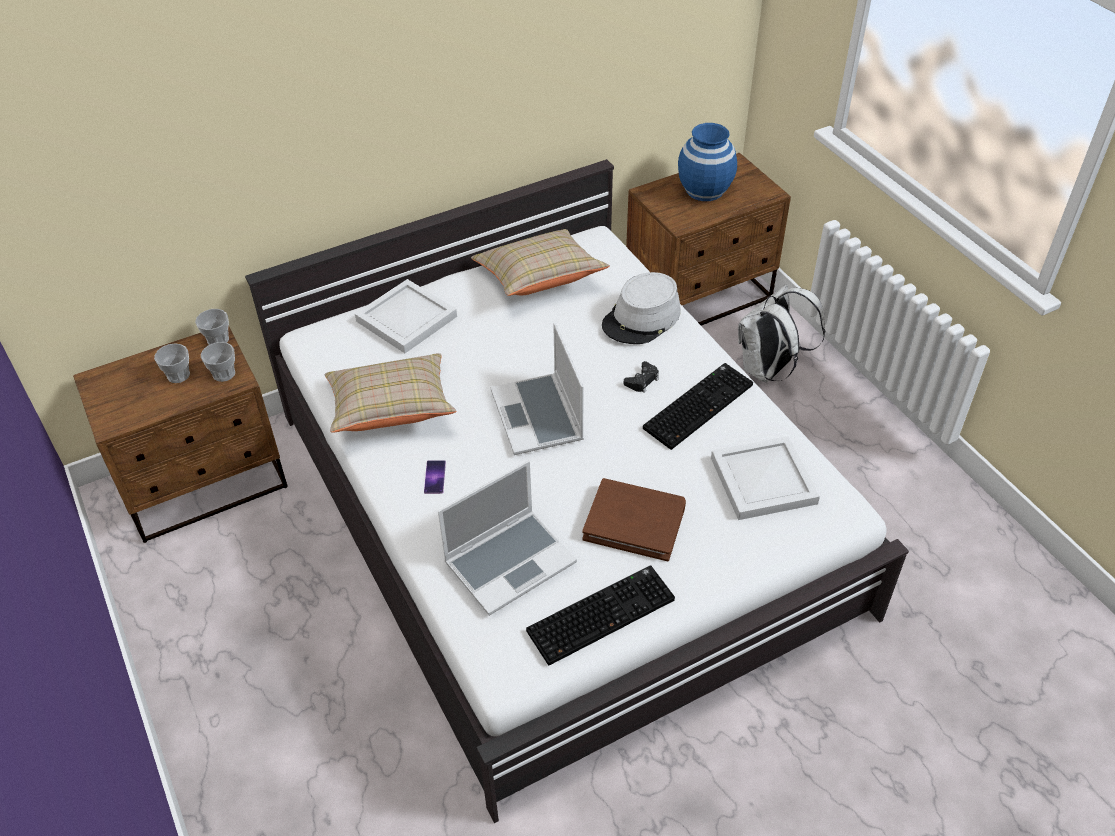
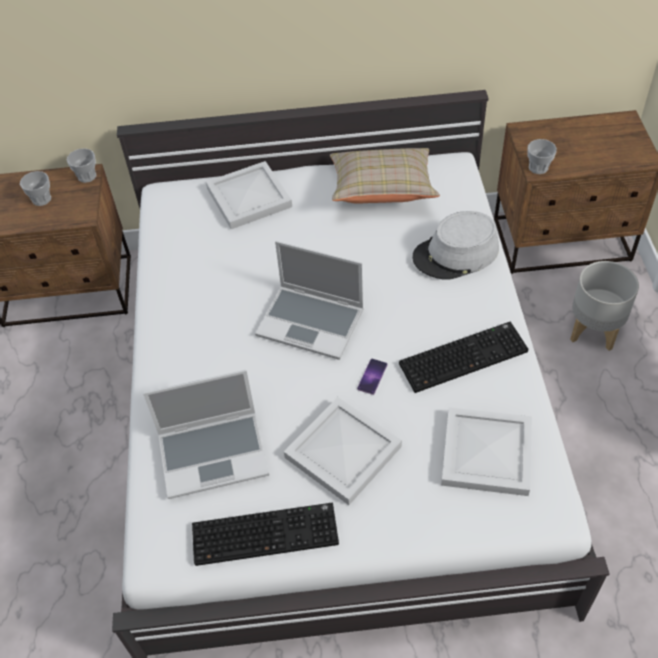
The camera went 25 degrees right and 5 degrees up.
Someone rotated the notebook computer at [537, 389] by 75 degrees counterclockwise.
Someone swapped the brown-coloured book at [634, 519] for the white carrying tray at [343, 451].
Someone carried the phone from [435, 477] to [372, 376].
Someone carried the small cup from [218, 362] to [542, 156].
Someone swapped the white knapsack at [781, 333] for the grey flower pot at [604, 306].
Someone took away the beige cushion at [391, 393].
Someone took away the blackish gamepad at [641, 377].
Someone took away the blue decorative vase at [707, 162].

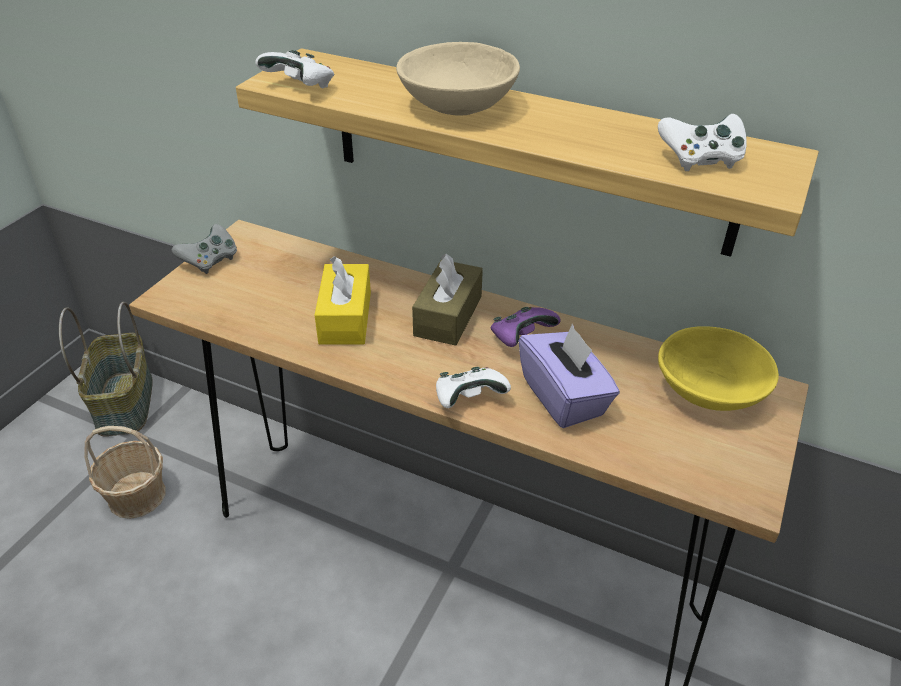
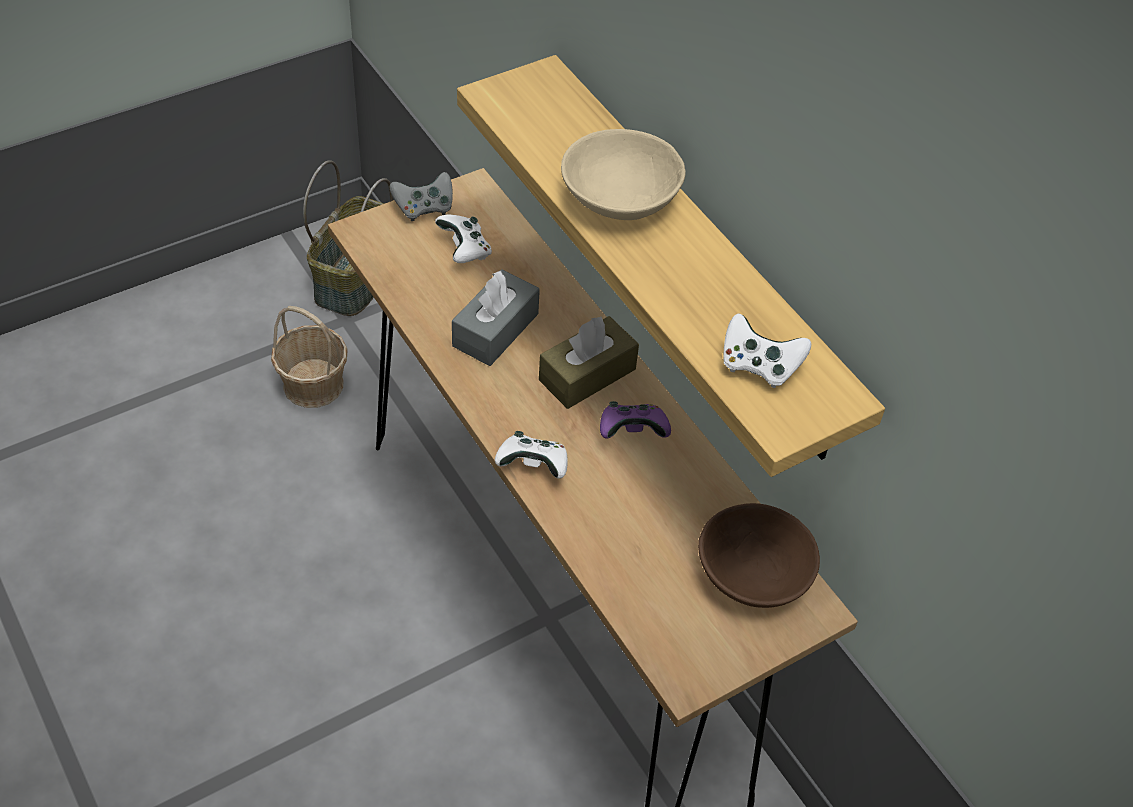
The camera went 30 degrees right and 10 degrees up.
Someone carried the white gamepad from [294, 69] to [463, 239].
Someone repainted the yellowish box of tissues at [343, 300], which became the grey box of tissues at [496, 317].
Someone repainted the yellowish bowl at [718, 368], which became the brown-coloured bowl at [759, 555].
Someone took away the purple box of tissues at [569, 376].

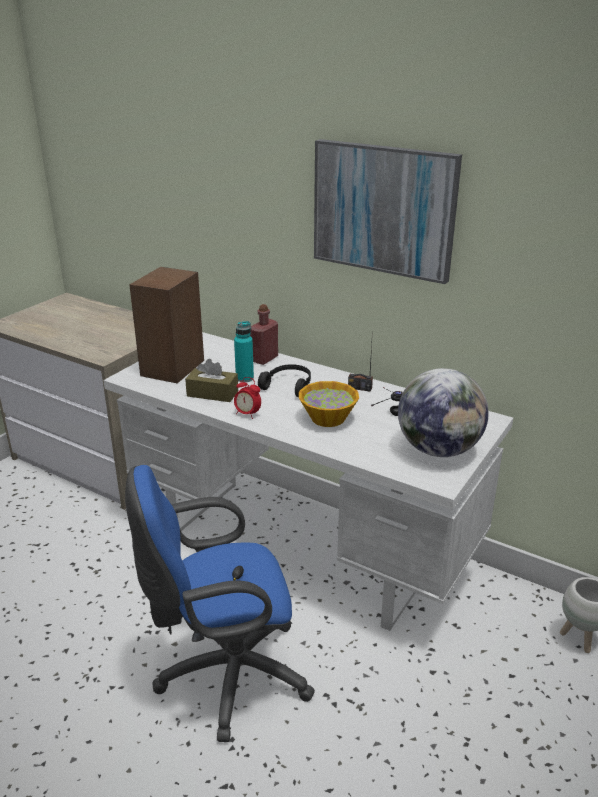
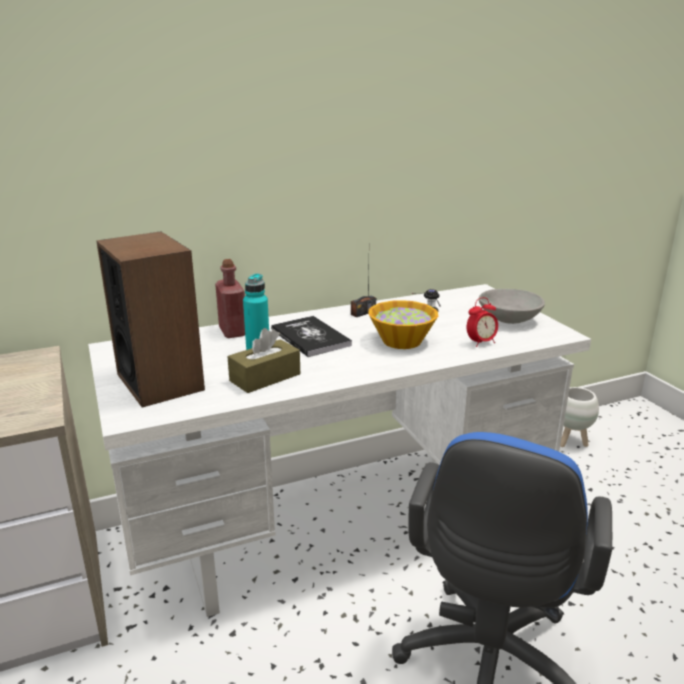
The camera went 55 degrees left and 5 degrees down.
Someone swapped the blackish pair of headphones at [284, 380] for the book at [311, 336].
Someone carried the bedside clock from [247, 398] to [482, 322].
Someone swapped the world globe at [443, 412] for the grey bowl at [512, 306].
Someone took away the wall art at [388, 211].

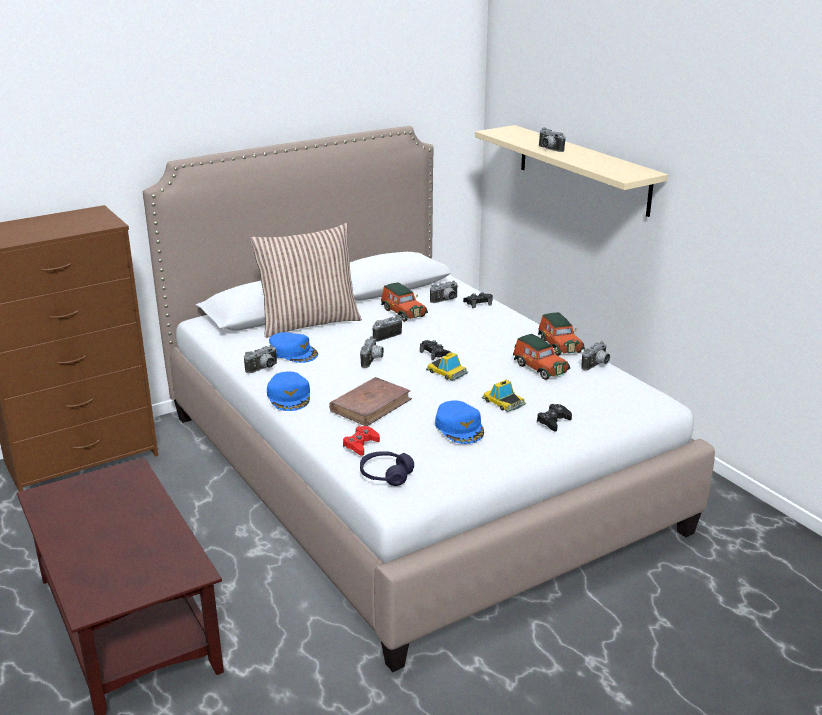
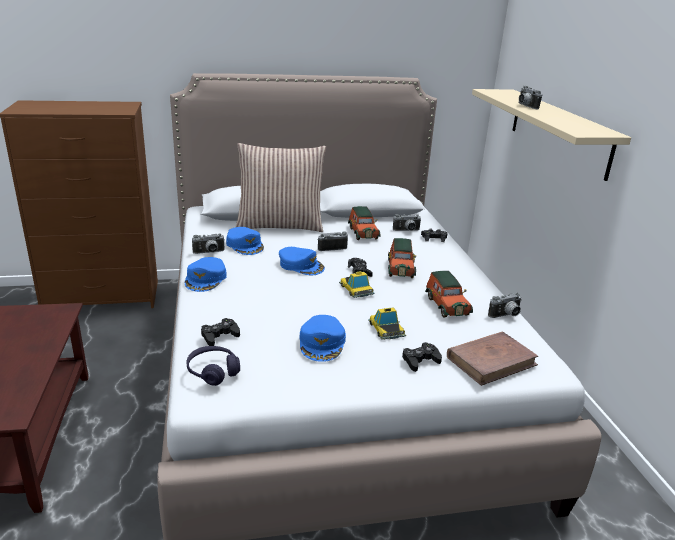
The camera went 20 degrees right and 0 degrees up.
Someone repainted the reddish gamepad at [361, 441], which became the blackish gamepad at [220, 332].
Someone swapped the still camera at [372, 352] for the blue baseball cap at [302, 261].
Someone carried the miniature car from [561, 334] to [402, 258].
Someone carried the brown-coloured book from [370, 401] to [492, 358].

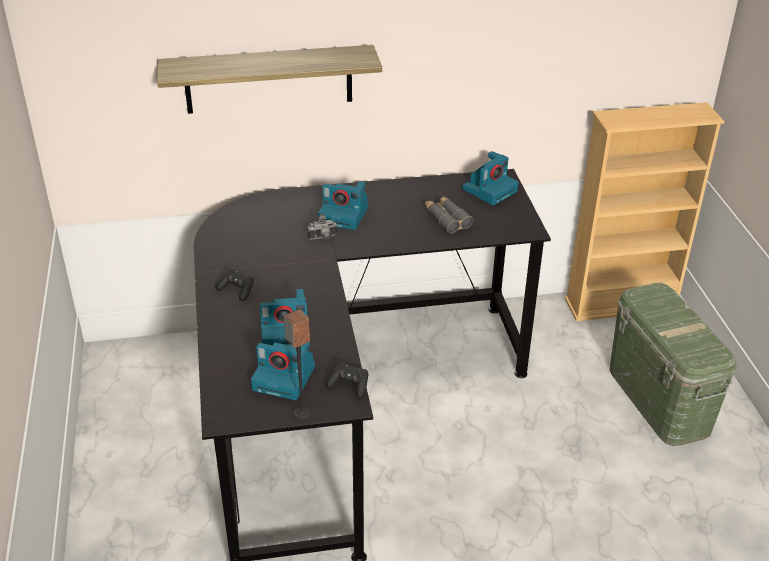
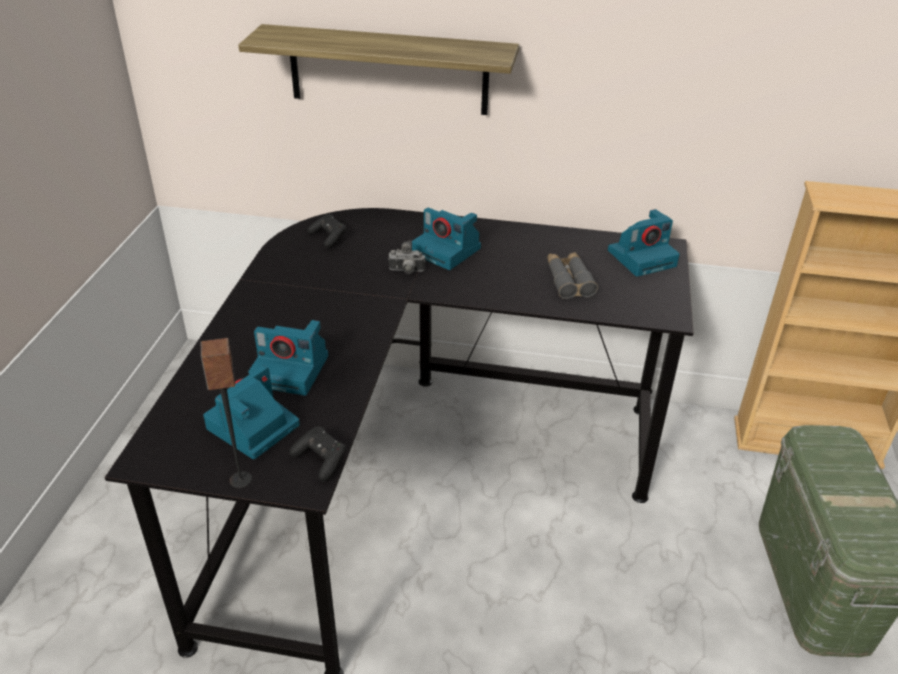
The camera went 20 degrees right and 0 degrees up.
Someone rotated the still camera at [283, 371] by 90 degrees clockwise.
Someone carried the blackish gamepad from [235, 285] to [327, 231].

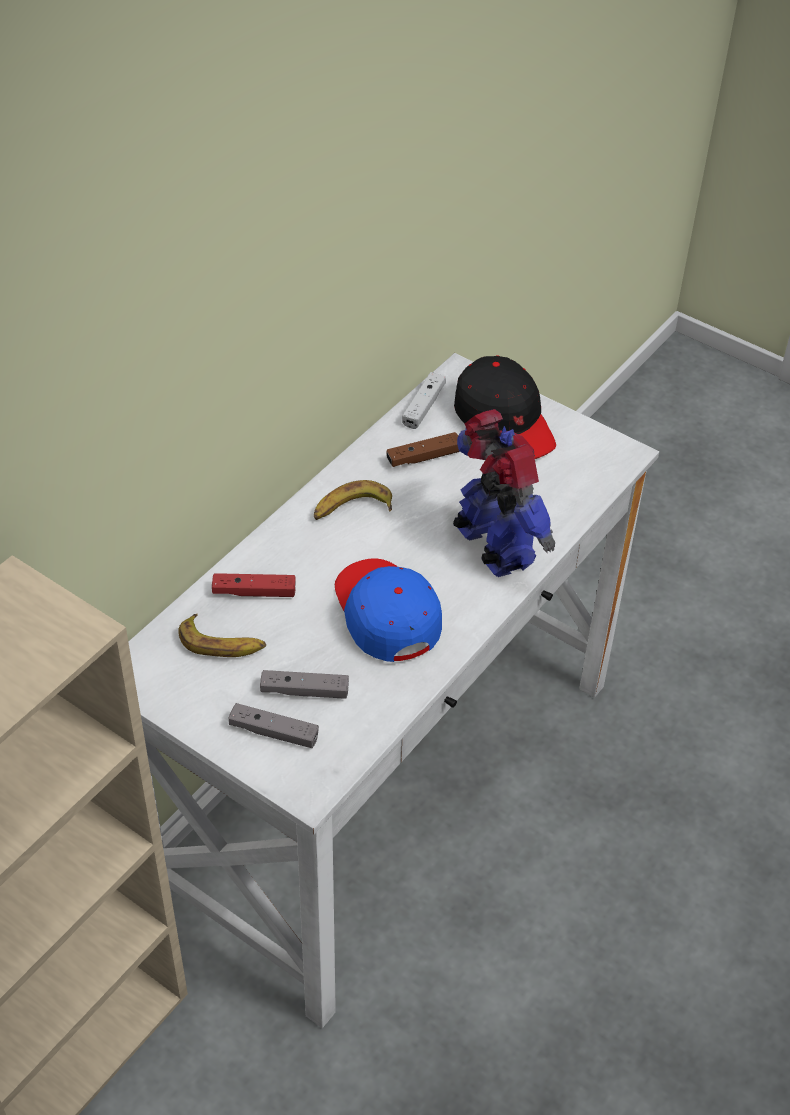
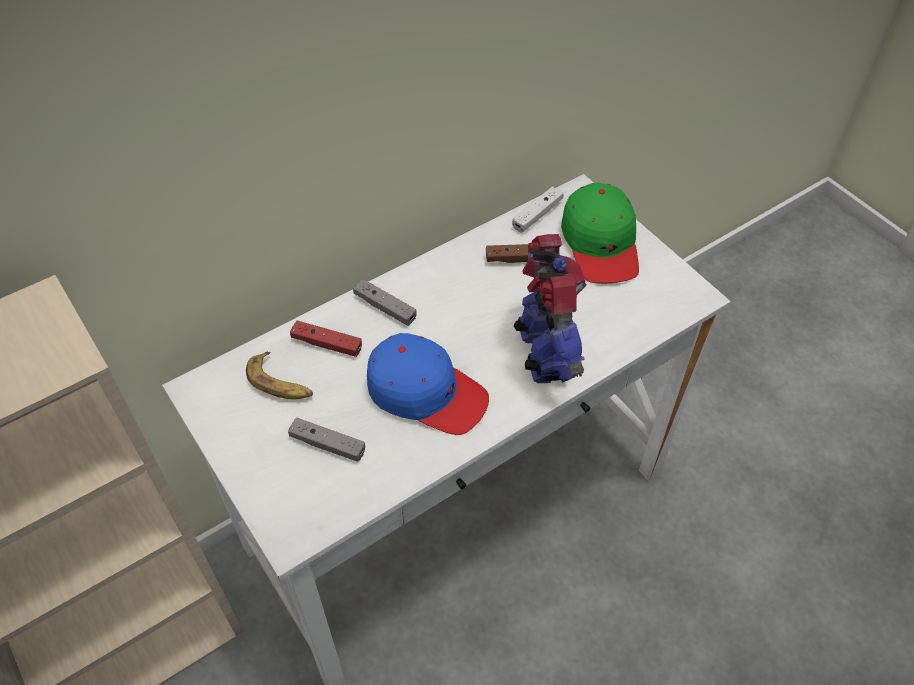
The camera went 20 degrees right and 5 degrees up.
Someone carried the grey gamepad from [274, 725] to [384, 302].
Someone rotated the blue baseball cap at [388, 610] by 120 degrees clockwise.
Someone repainted the blackish baseball cap at [505, 407], which became the greenish baseball cap at [600, 233].
Someone took away the banana at [353, 500].

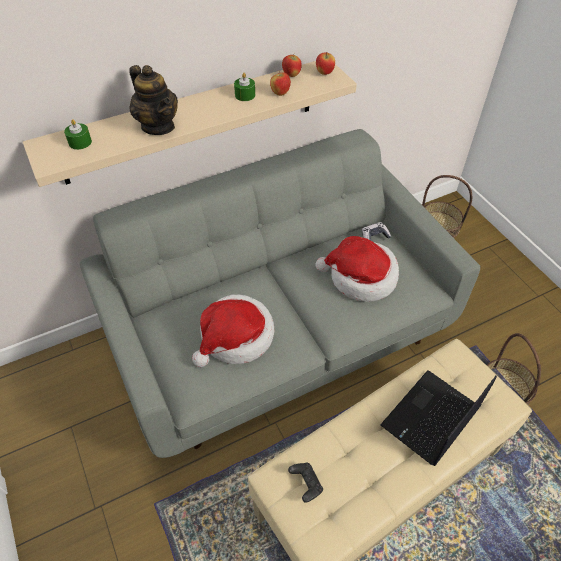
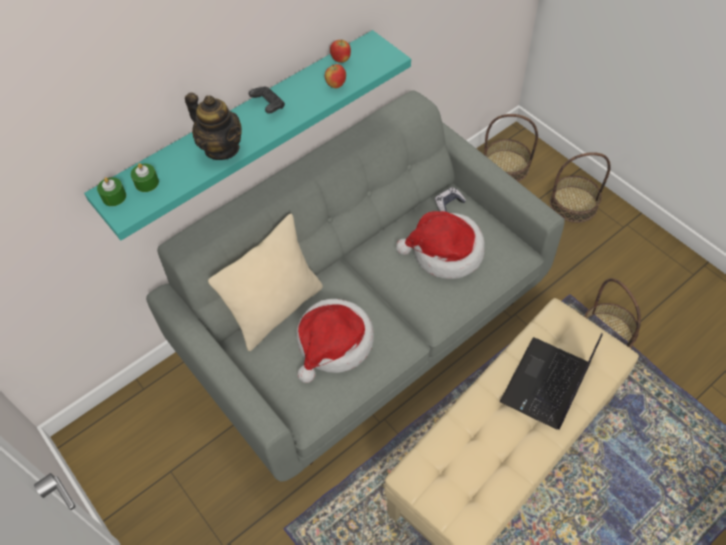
The camera went 10 degrees left and 5 degrees up.
Someone repainted the beige wall shelf at [190, 124], which became the turquoise-coloured wall shelf at [247, 135].
Someone carried the greenish wax candle from [244, 87] to [111, 191].
Someone put down the beige cushion at [265, 282].
Someone carried the blackish gamepad from [305, 482] to [267, 100].
Someone put down the household basket at [580, 187].
Someone took away the whole apple at [325, 63].

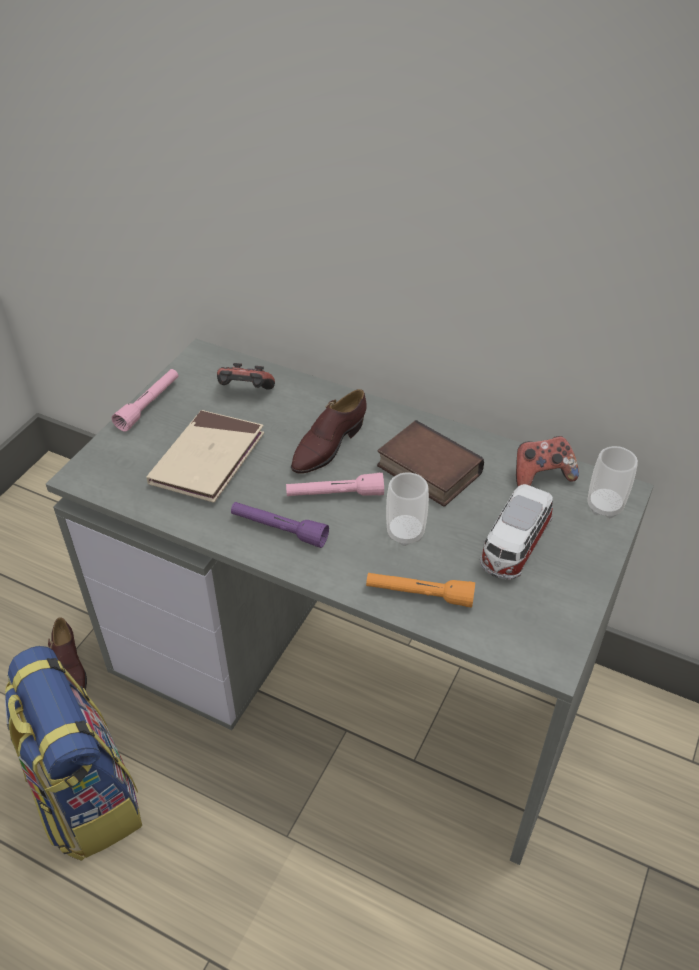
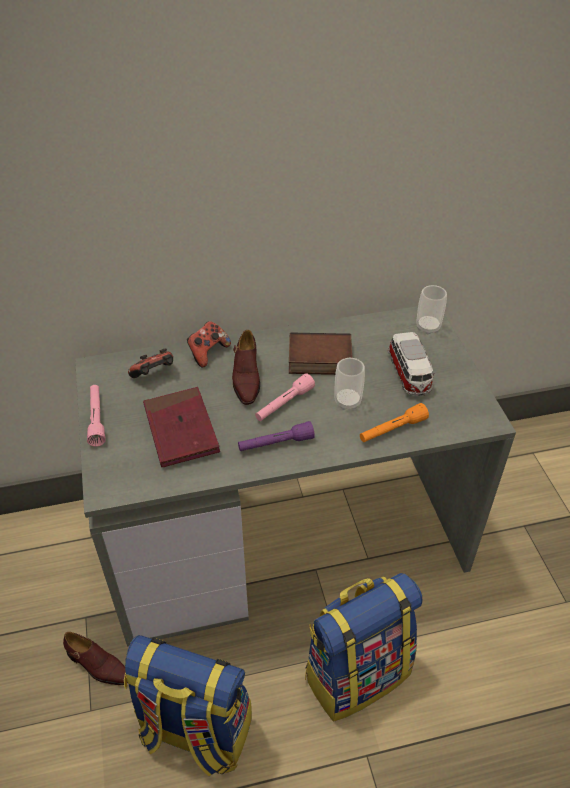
The camera went 40 degrees left and 0 degrees up.
Someone repainted the beige book at [205, 456], which became the reddish book at [181, 427].
Someone carried the gamepad from [547, 461] to [209, 344].
Someone put down the knapsack at [363, 647].

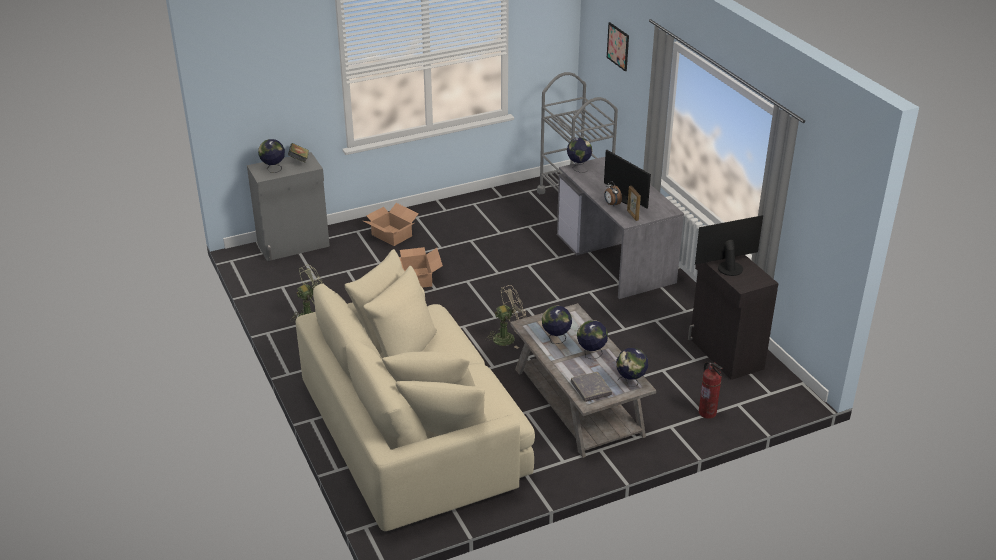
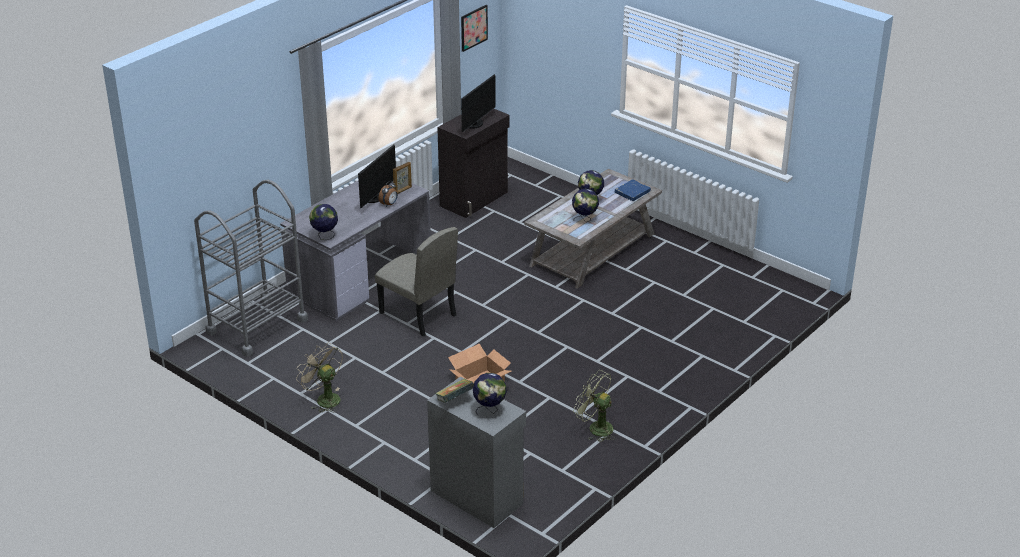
The camera went 115 degrees left and 0 degrees up.
Someone carried the beige electric fan from [505, 317] to [319, 377].
Someone put down the beige chair at [416, 281].
Someone carried the wall art from [618, 46] to [474, 28].
Someone rotated the computer display at [729, 245] by 105 degrees counterclockwise.
Someone repainted the grey book at [591, 387], which became the blue book at [633, 190].
Someone took away the beige couch at [415, 390].
Someone took away the packing box at [391, 224].
Someone took away the world globe at [632, 367].
Someone took away the fire extinguisher at [711, 390].

